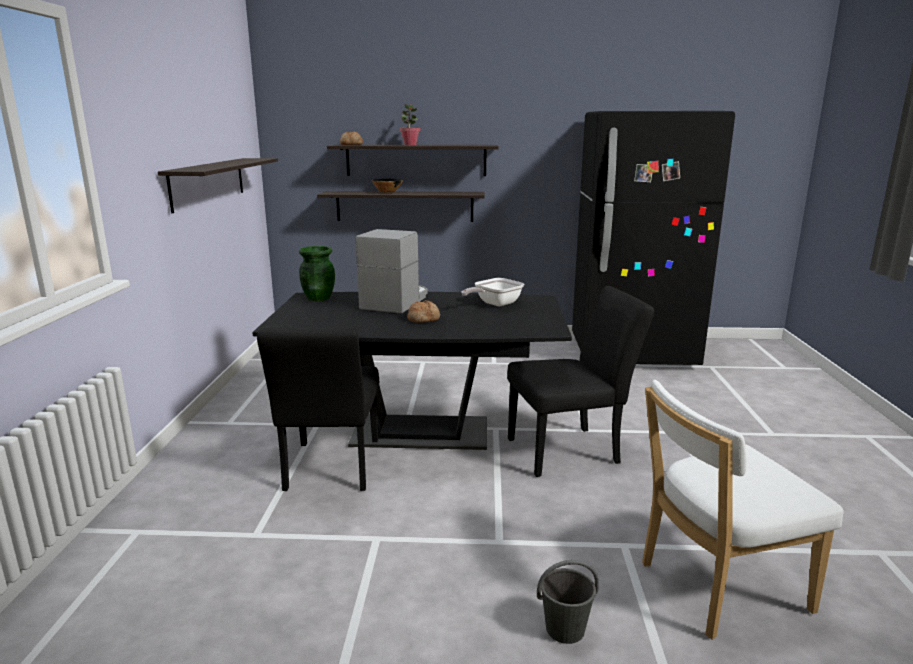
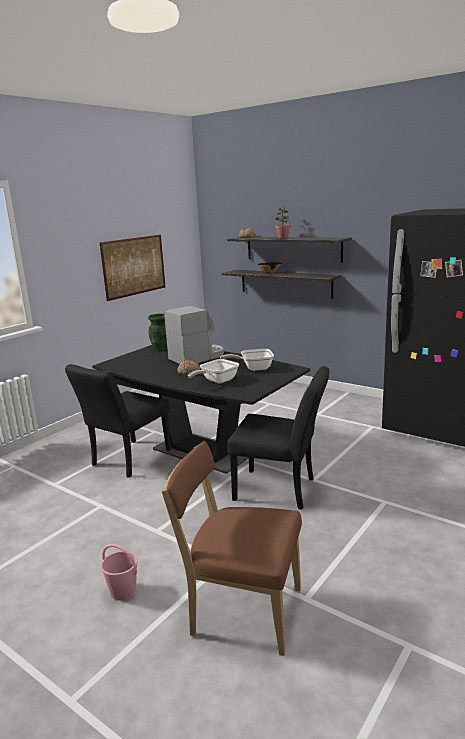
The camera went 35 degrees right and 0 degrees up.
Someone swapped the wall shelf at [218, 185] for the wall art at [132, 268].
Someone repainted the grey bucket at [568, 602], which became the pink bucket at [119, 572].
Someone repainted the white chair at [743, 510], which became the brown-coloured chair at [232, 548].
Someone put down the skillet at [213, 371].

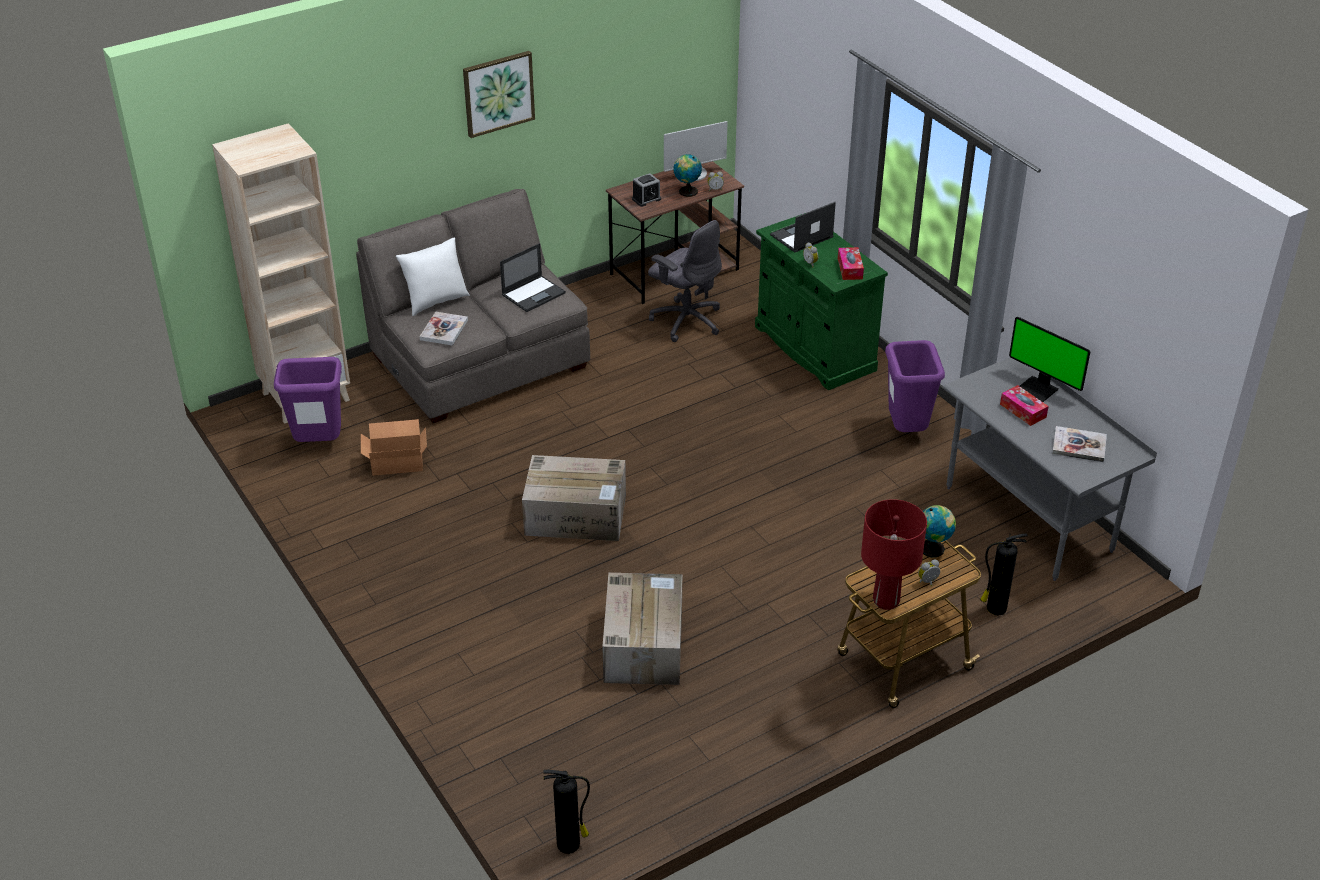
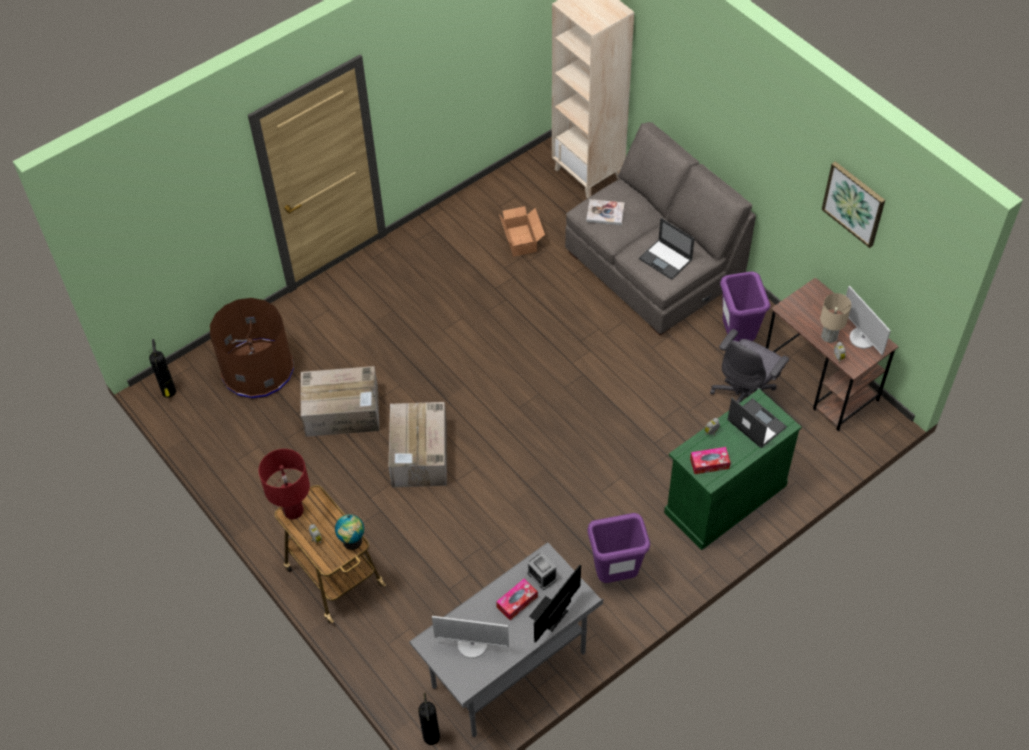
The camera went 85 degrees right and 15 degrees up.
Someone put down the brown-coloured rubbish bin at [252, 348].
Someone carried the packing box from [574, 498] to [418, 444].
Someone carried the fire extinguisher from [1004, 574] to [429, 719].
Someone swapped the book at [1079, 444] for the computer display at [470, 637].
Someone carried the bedside clock from [646, 190] to [542, 571].
Someone carried the purple rubbish bin from [308, 399] to [745, 307].
Someone swapped the world globe at [687, 175] for the beige tabletop lamp at [835, 318].
Someone carried the wall art from [499, 94] to [853, 204].
Someone took away the white cushion at [433, 276].

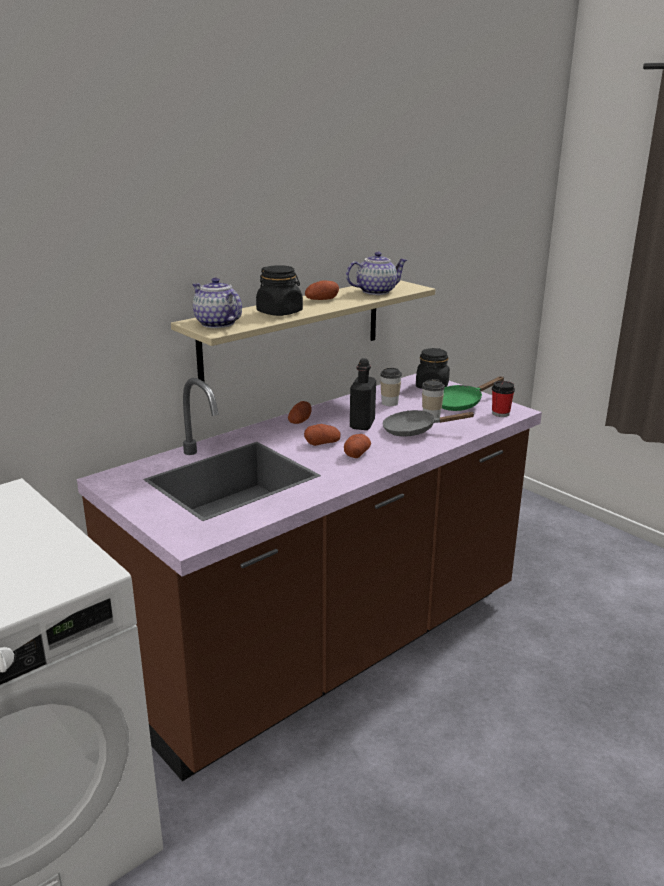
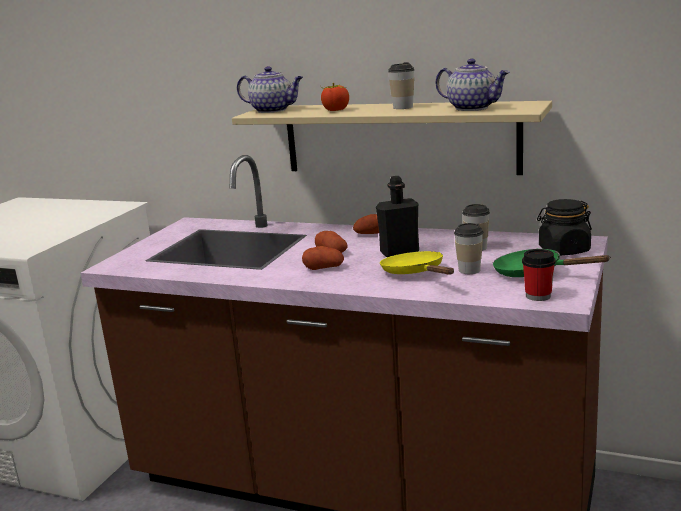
The camera went 65 degrees right and 5 degrees down.
Someone rotated the teapot at [217, 303] by 90 degrees clockwise.
Someone swapped the blackish jar at [279, 290] for the tomato at [334, 97].
Someone repainted the grey skillet at [428, 423], which became the yellowish skillet at [417, 262].
Someone swapped the potato at [322, 290] for the small cup at [401, 85].

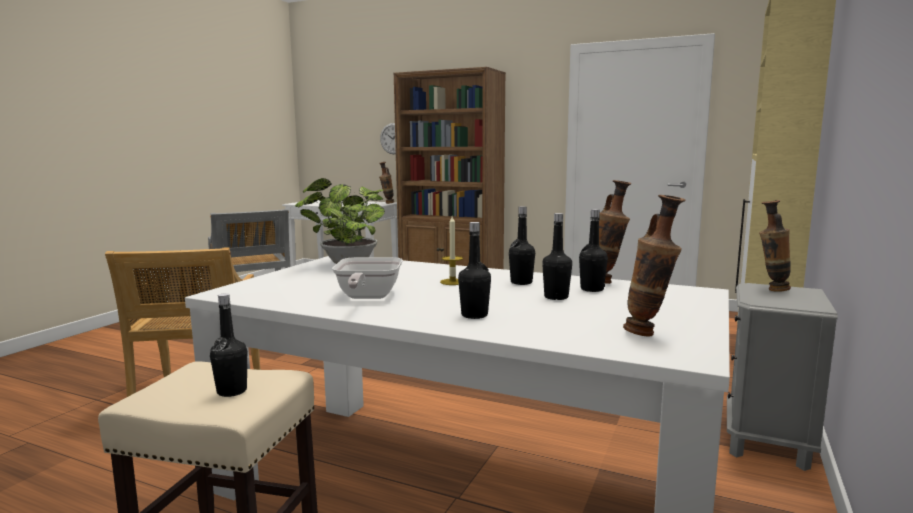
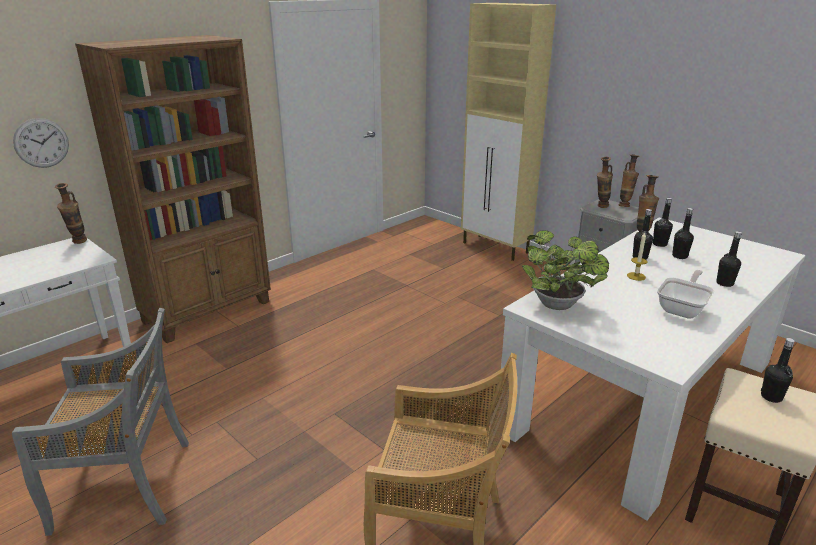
The camera went 70 degrees left and 15 degrees up.
Someone carried the decorative vase from [654, 266] to [629, 180].
Someone rotated the skillet at [367, 278] by 75 degrees counterclockwise.

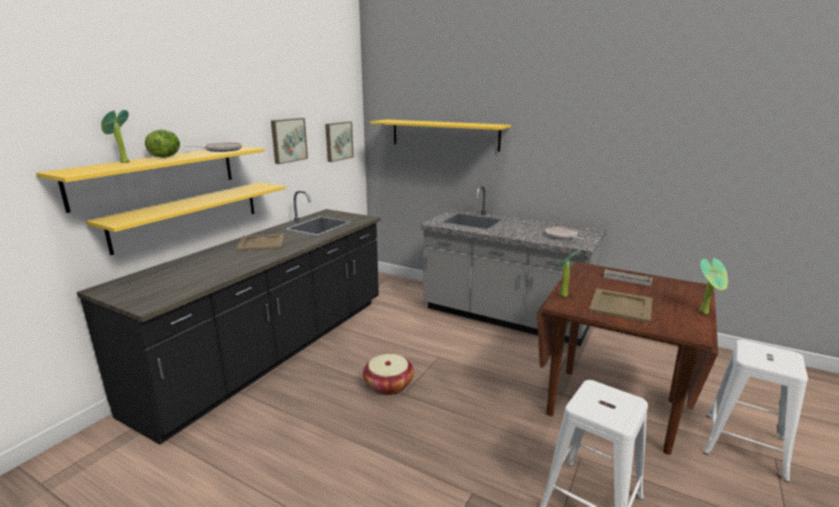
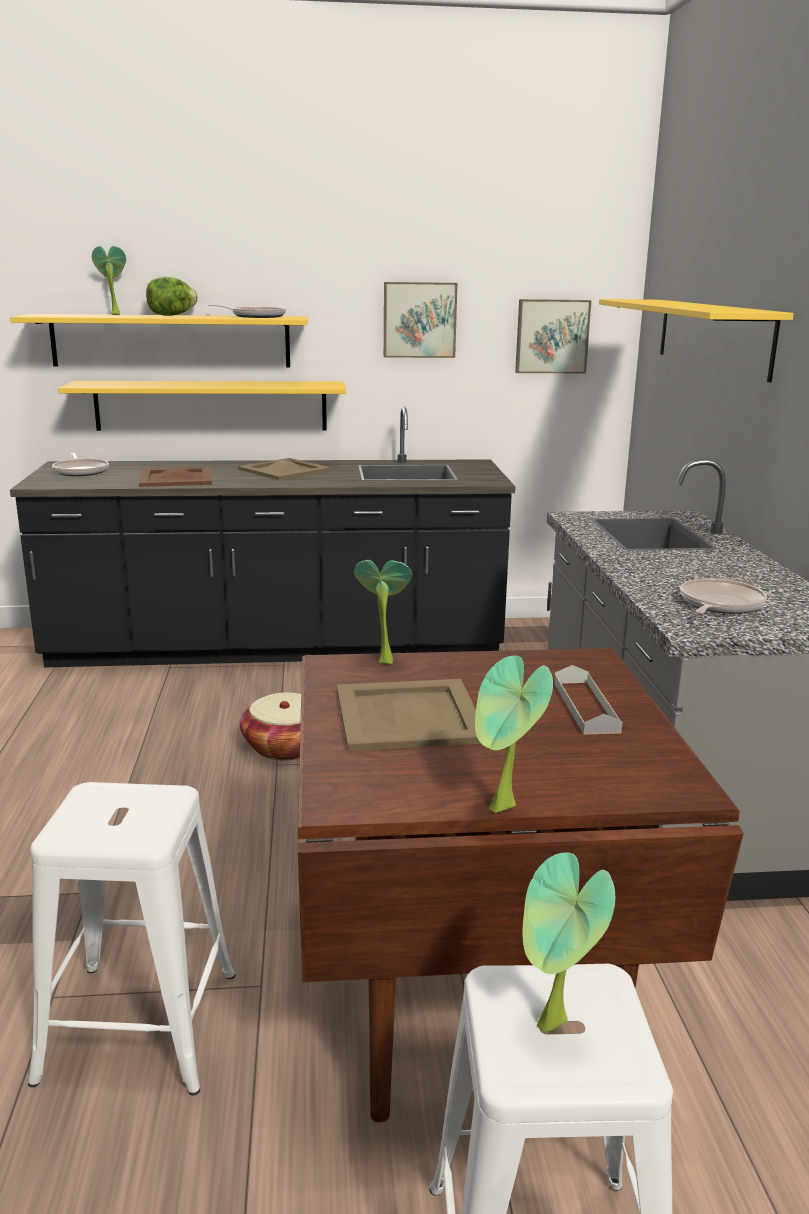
The camera went 55 degrees right and 0 degrees up.
Someone put down the skillet at [80, 464].
Someone put down the brown-coloured carrying tray at [175, 477].
Someone put down the potted plant at [569, 942].

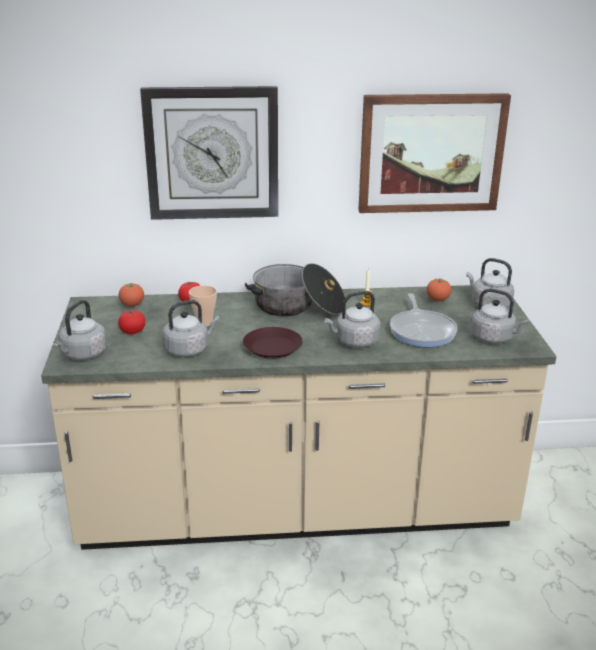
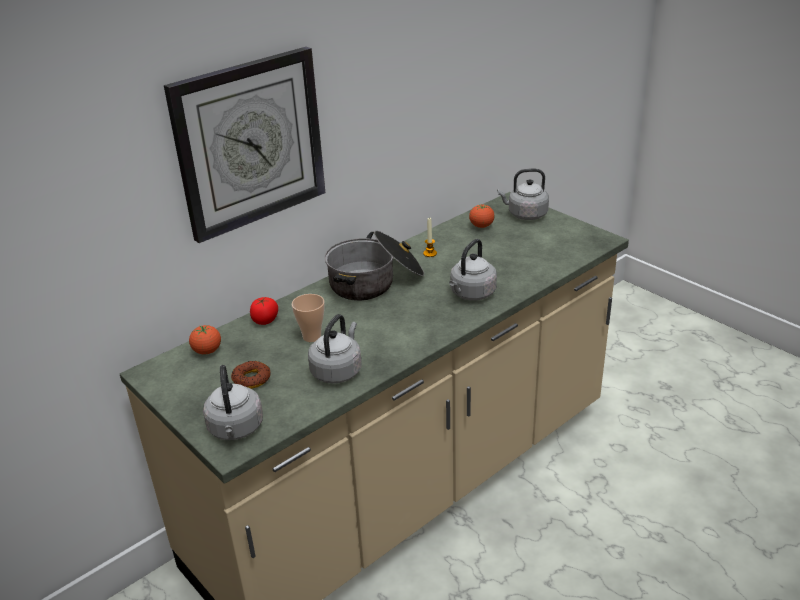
The camera went 35 degrees left and 5 degrees up.
Someone swapped the tomato at [132, 322] for the doughnut at [250, 375].
Someone took away the brown-coloured flat dish at [273, 343].
Someone took away the wall art at [434, 153].
Someone took away the skillet at [424, 320].
Someone took away the grey water kettle at [499, 316].

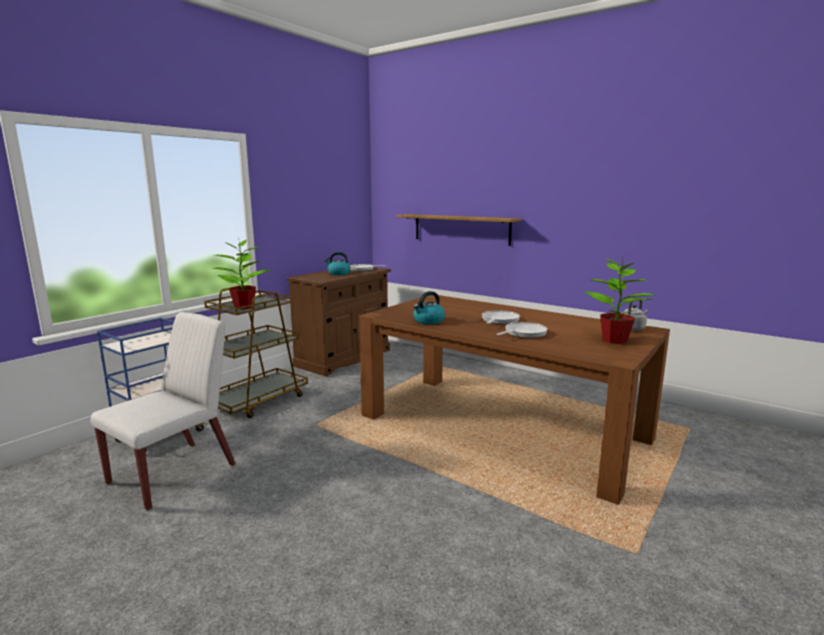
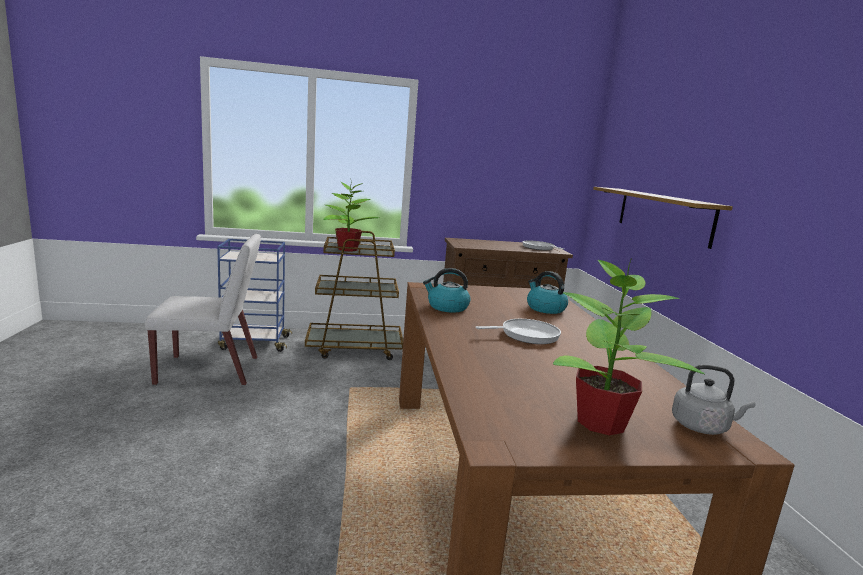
The camera went 45 degrees right and 0 degrees up.
Someone carried the water kettle from [338, 263] to [547, 292].
Someone took away the skillet at [522, 330].

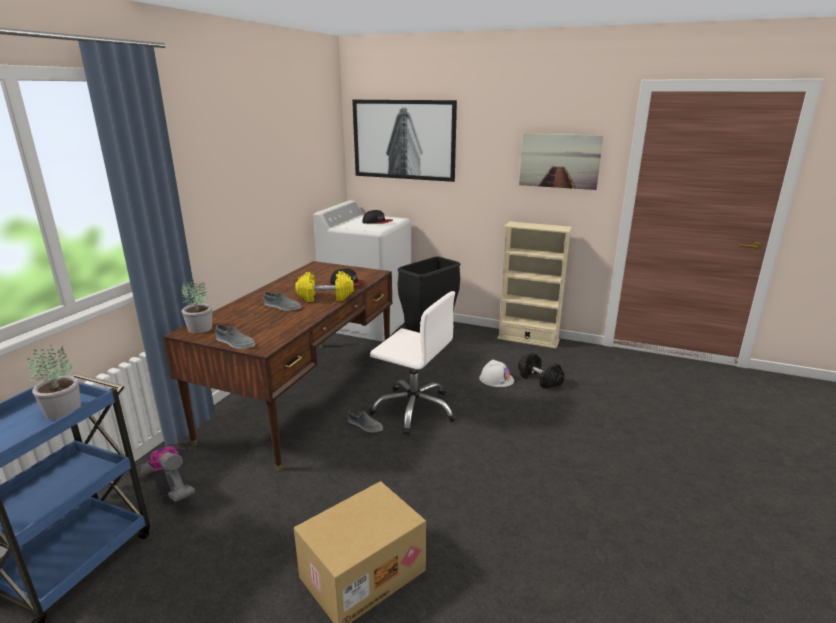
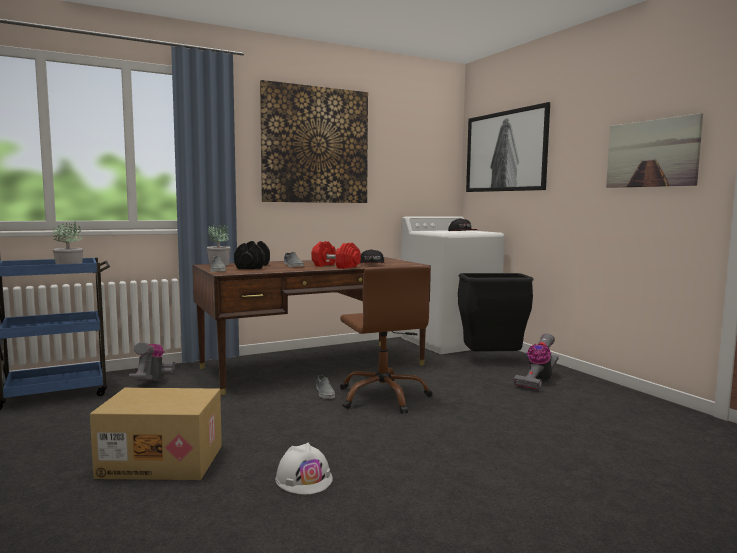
The camera went 40 degrees right and 15 degrees down.
Someone carried the blackish dumbbell from [541, 371] to [252, 255].
Someone put up the wall art at [314, 141].
Someone carried the white work helmet from [496, 373] to [304, 468].
Someone repainted the yellowish dumbbell at [324, 286], which became the reddish dumbbell at [336, 255].
Someone repainted the white computer chair at [413, 363], which became the brown-coloured computer chair at [386, 339].
Someone put down the hoover at [536, 361].
Someone took away the beige bookcase at [534, 285].

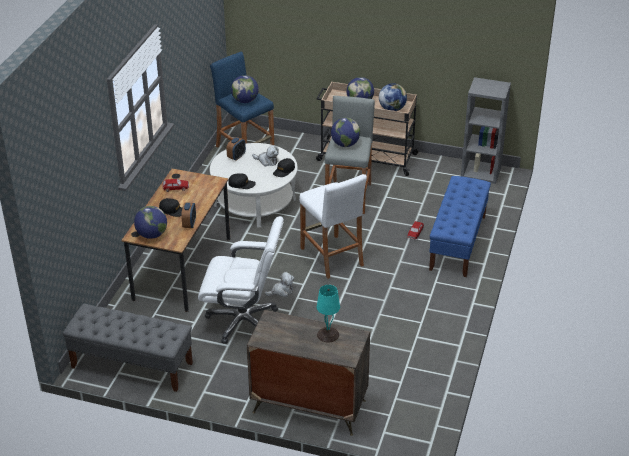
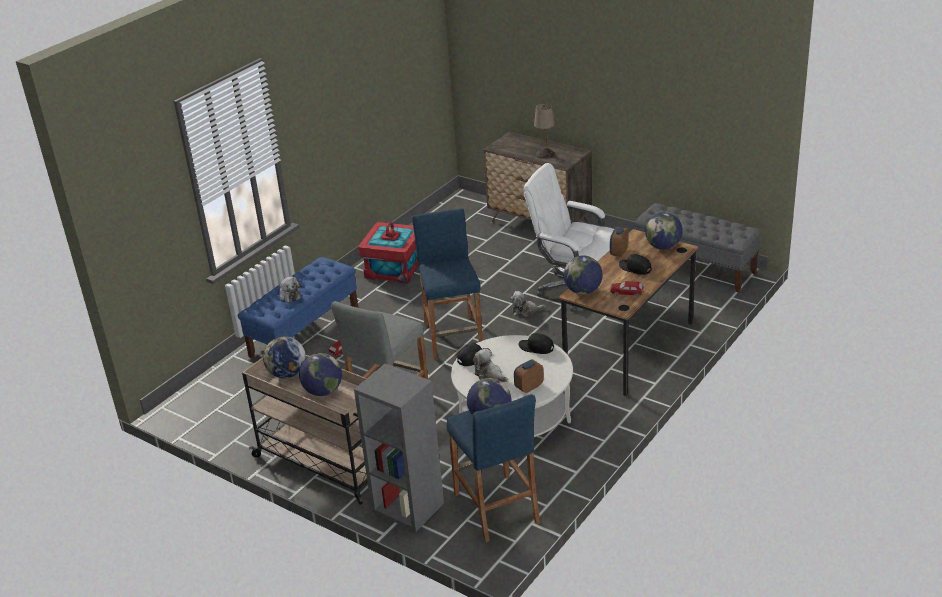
The camera went 160 degrees left and 5 degrees down.
Someone put down the cuddly toy at [290, 289].
Someone carried the grey bookcase from [486, 130] to [399, 447].
Someone put down the reddish storage container at [388, 252].
Someone repainted the white stool at [333, 226], which became the blue stool at [447, 284].
Someone put down the beige tabletop lamp at [544, 131].
Someone carried the world globe from [345, 132] to [582, 275].
Someone took away the turquoise-coloured tabletop lamp at [328, 314].

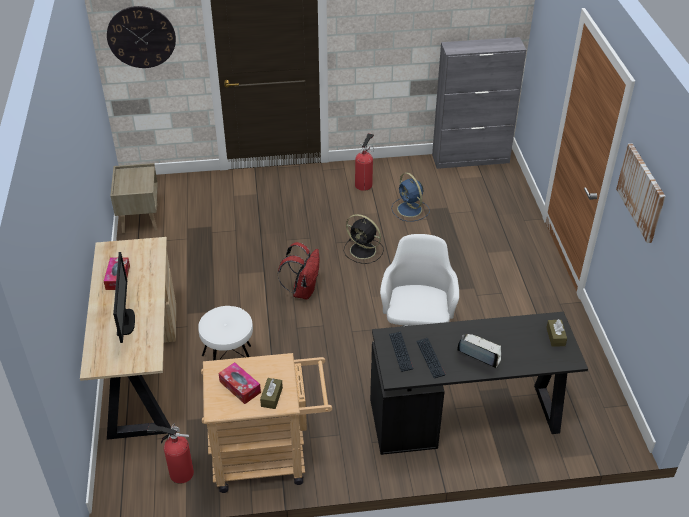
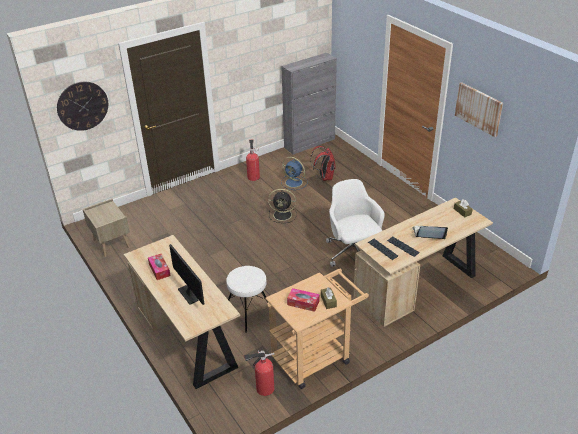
The camera went 25 degrees left and 5 degrees down.
Someone carried the reddish knapsack from [298, 271] to [323, 163].
Someone repainted the blackish desk unit at [479, 383], which became the beige desk unit at [423, 262].

